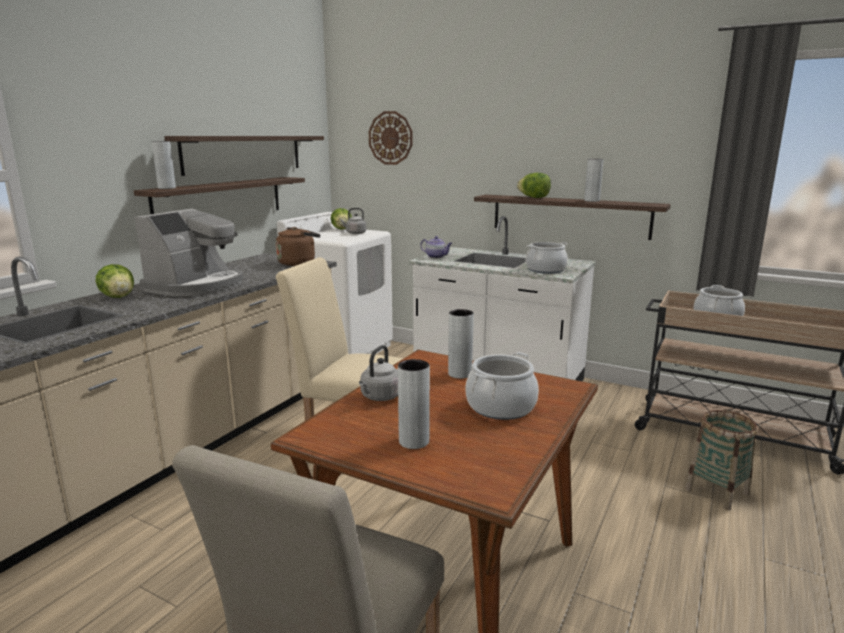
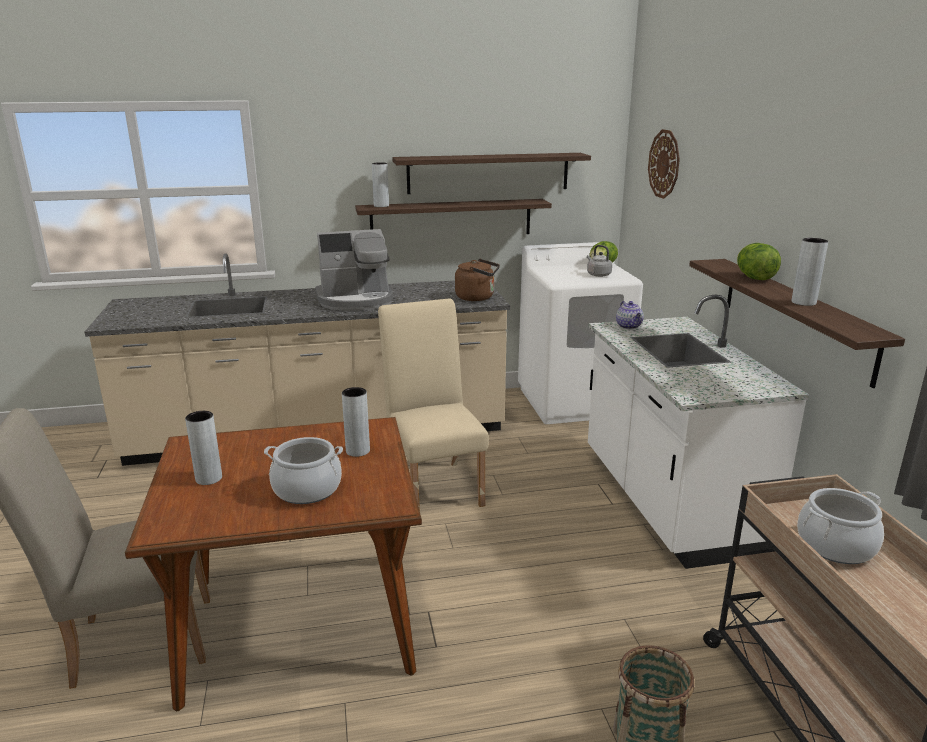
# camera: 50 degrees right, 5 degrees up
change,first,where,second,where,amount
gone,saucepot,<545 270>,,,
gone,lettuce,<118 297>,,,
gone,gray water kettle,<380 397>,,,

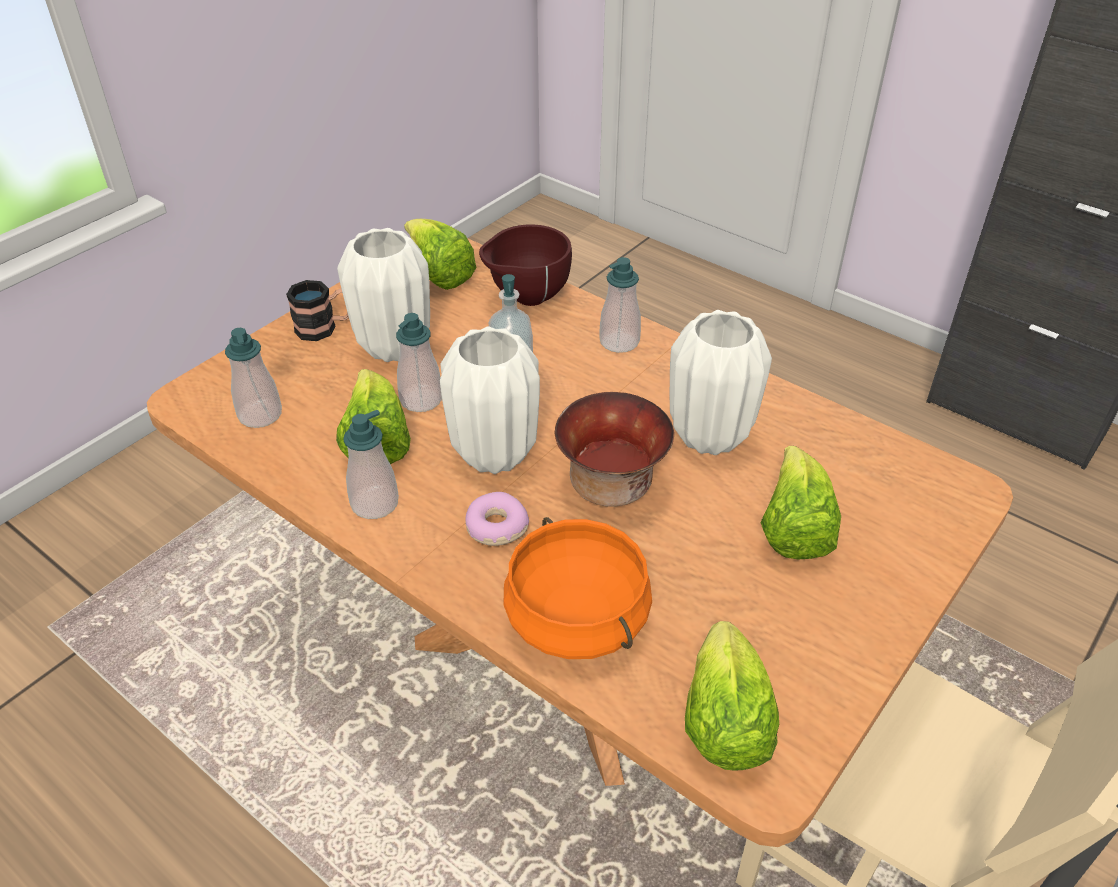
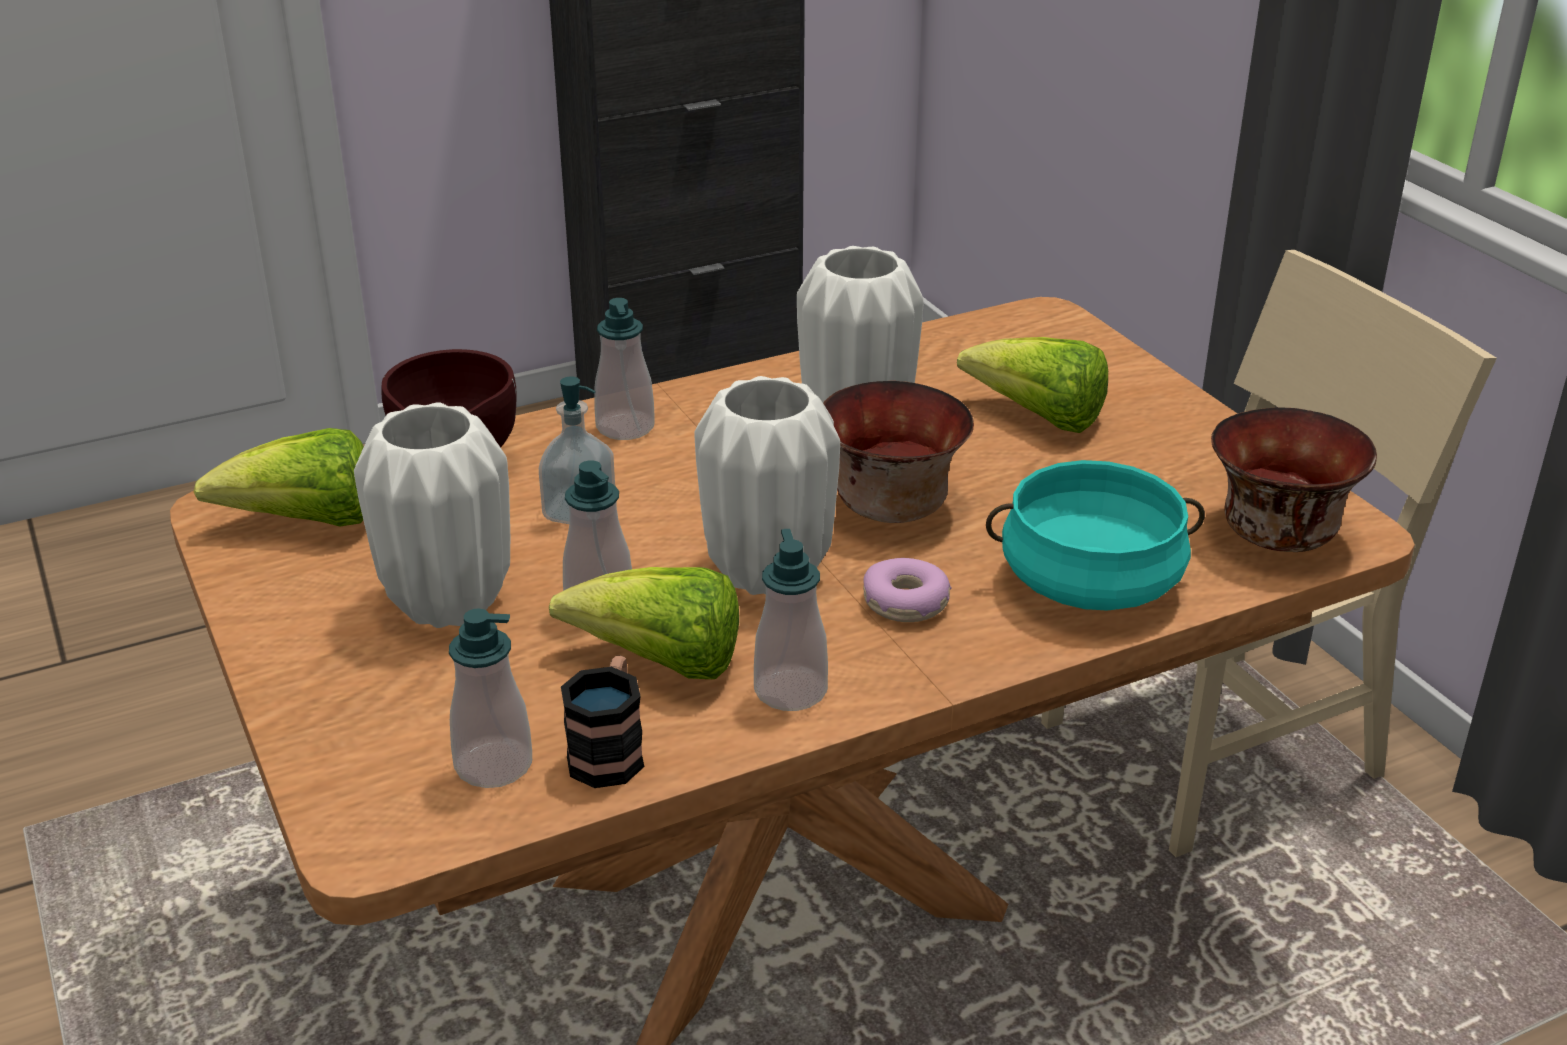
# camera: 65 degrees left, 10 degrees down
change,first,where,second,where,amount
shifted,mug,<324 327>,,<610 750>,
repainted,orange saucepot,<578 617>,turquoise-coloured saucepot,<1091 582>,
swapped,lettuce,<724 724>,deep dish,<1278 535>,

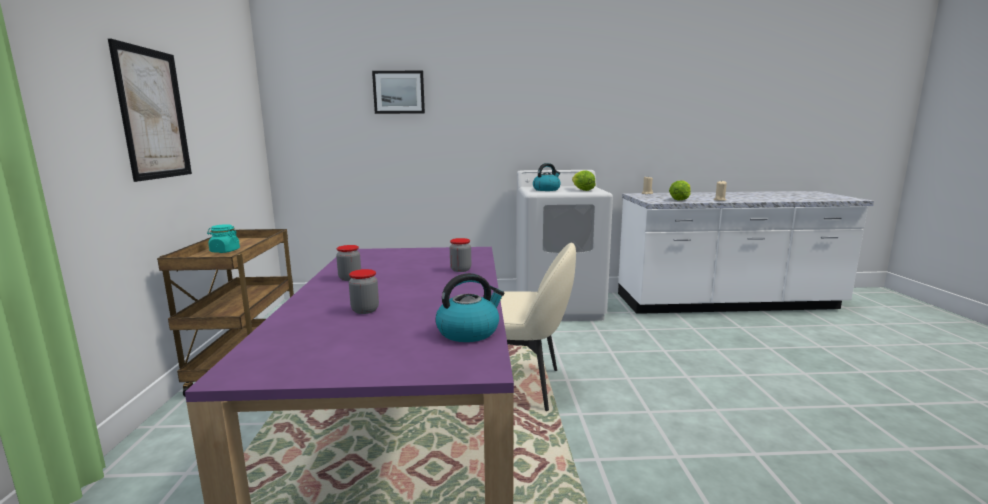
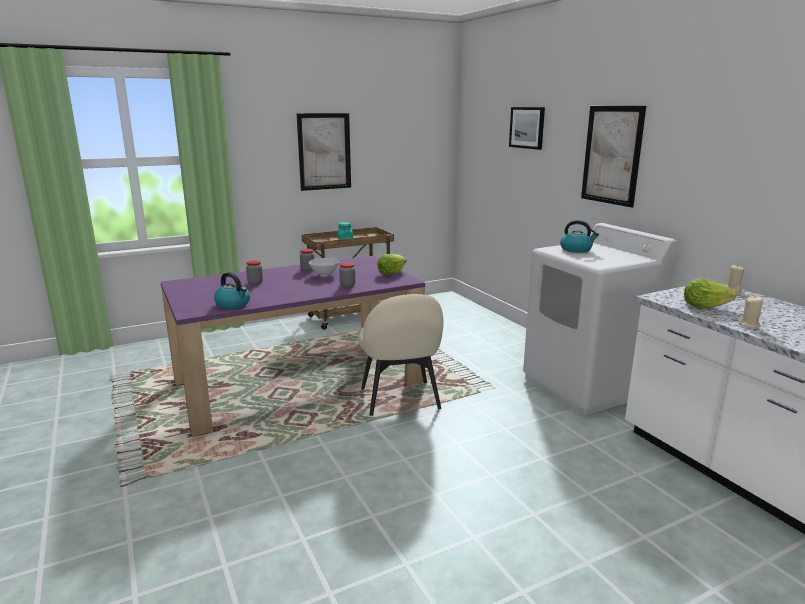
# camera: 65 degrees right, 5 degrees up
change,first,where,second,where,amount
shifted,lettuce,<582 190>,,<391 273>,
new,,,wall art,<612 155>,
new,,,white-coloured deep dish,<324 275>,

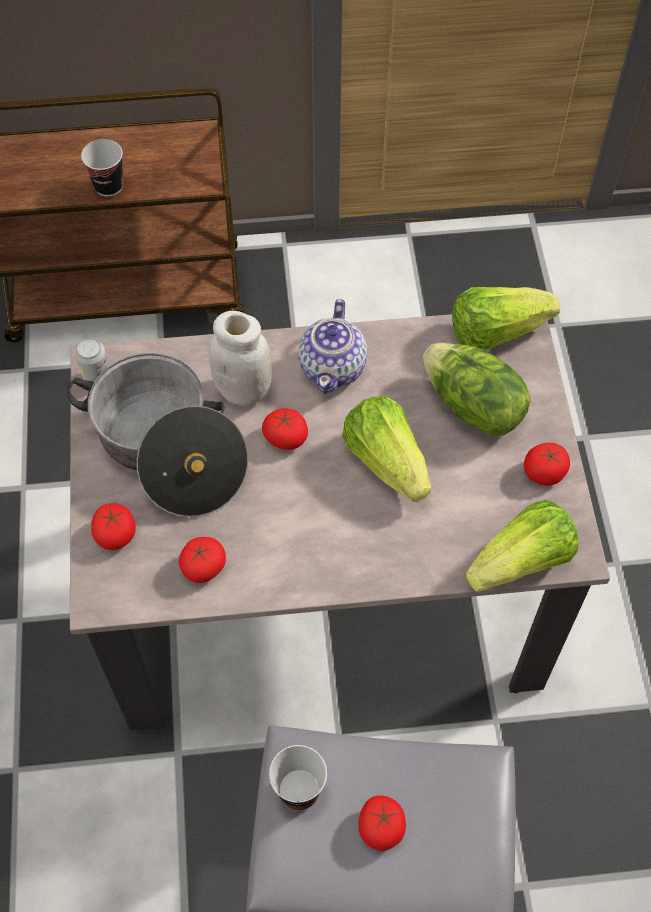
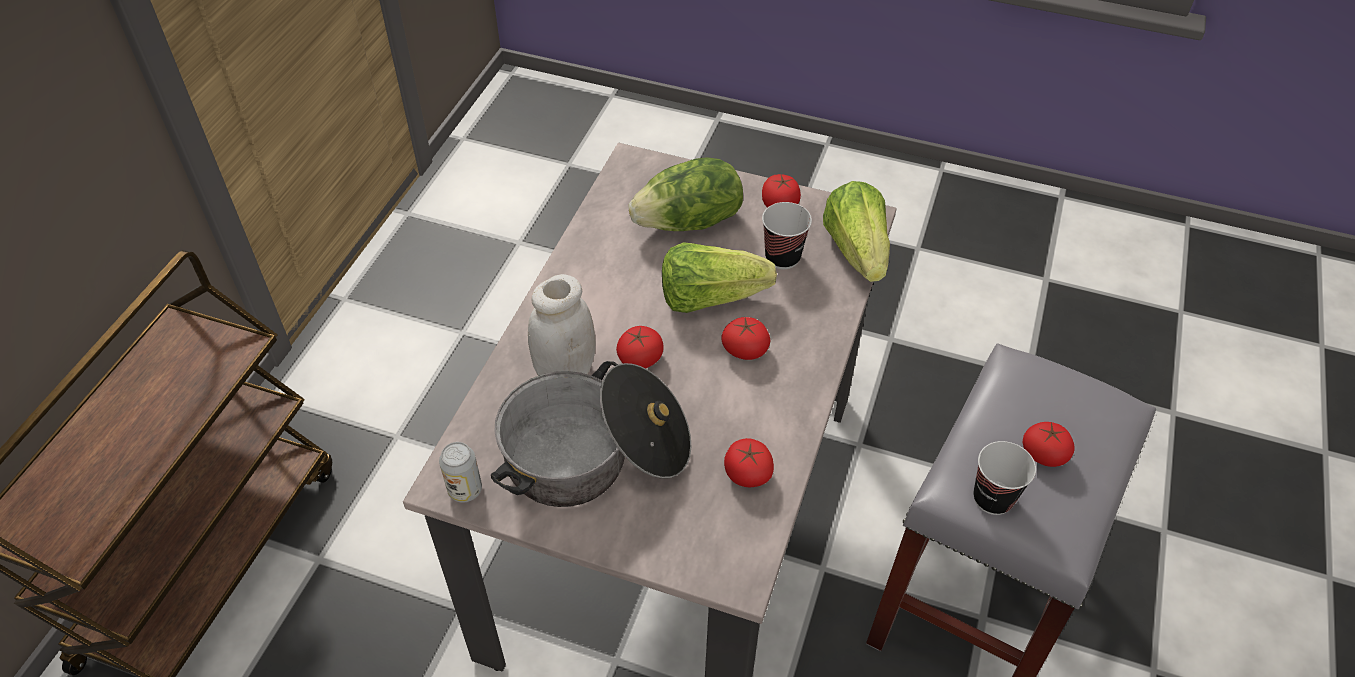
# camera: 65 degrees left, 10 degrees down
change,first,where,second,where,amount
shifted,small cup,<108 186>,,<782 257>,
gone,lettuce,<495 332>,,,
gone,teapot,<333 367>,,,
shifted,tomato,<115 534>,,<745 349>,

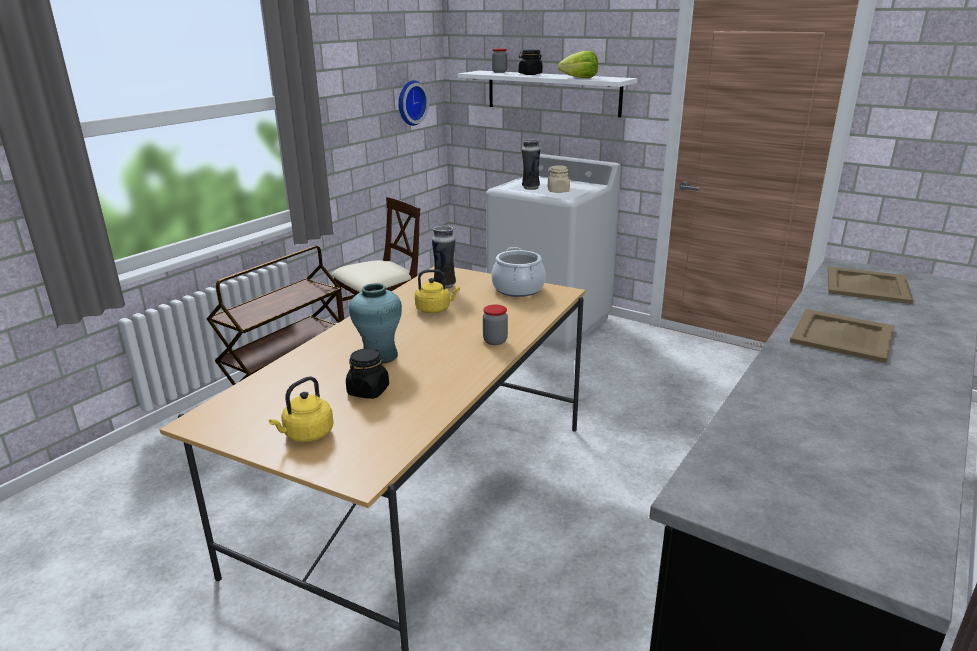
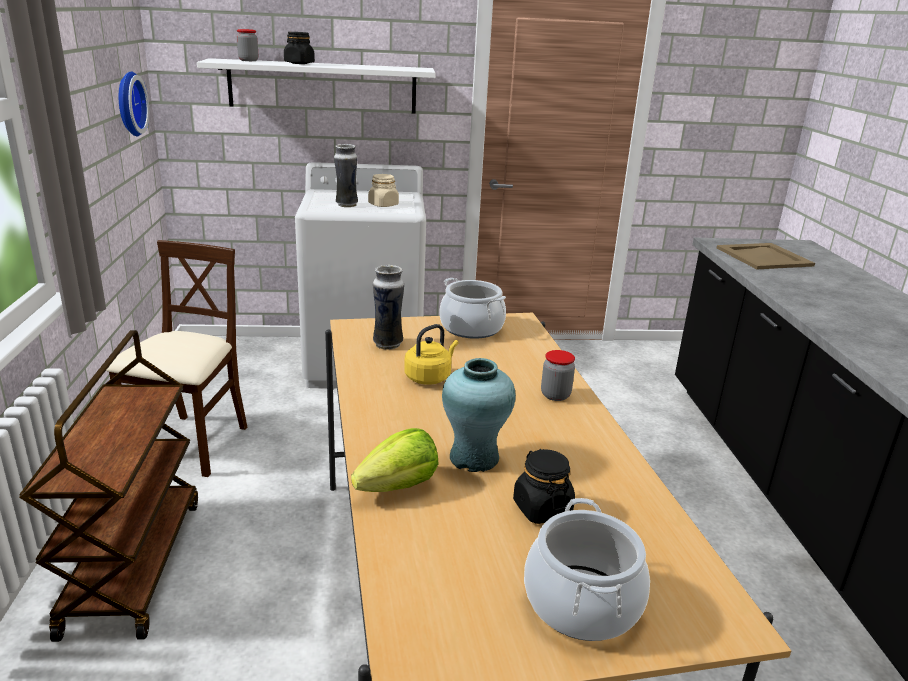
# camera: 40 degrees left, 0 degrees up
change,first,where,second,where,amount
shifted,lettuce,<580 78>,,<398 486>,
gone,beige-coloured carrying tray,<843 336>,,,
swapped,yellowish water kettle,<306 435>,saucepot,<582 602>,

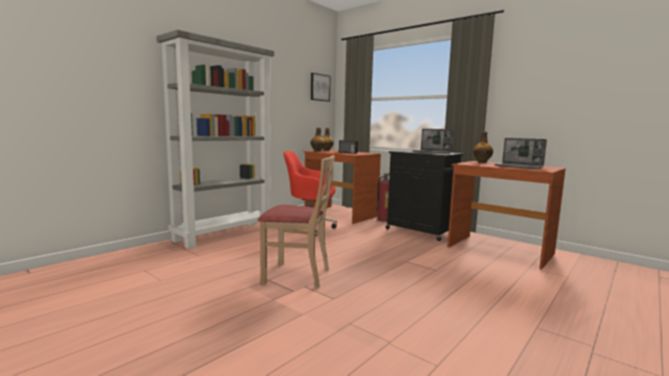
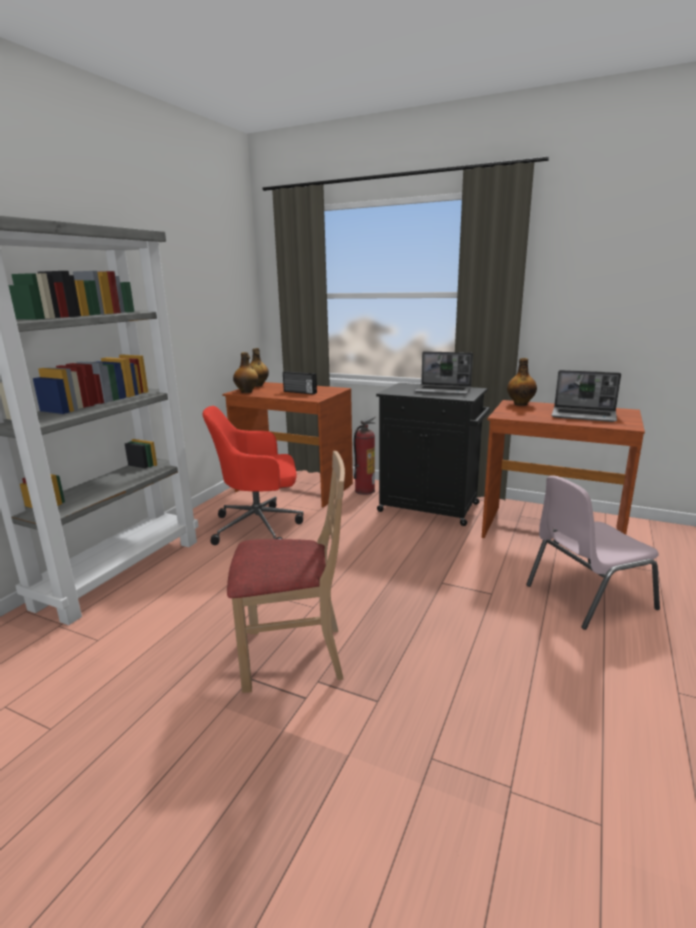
# camera: 15 degrees left, 10 degrees up
change,first,where,second,where,amount
gone,wall art,<319 87>,,,
new,,,pink-coloured plain chair,<586 596>,

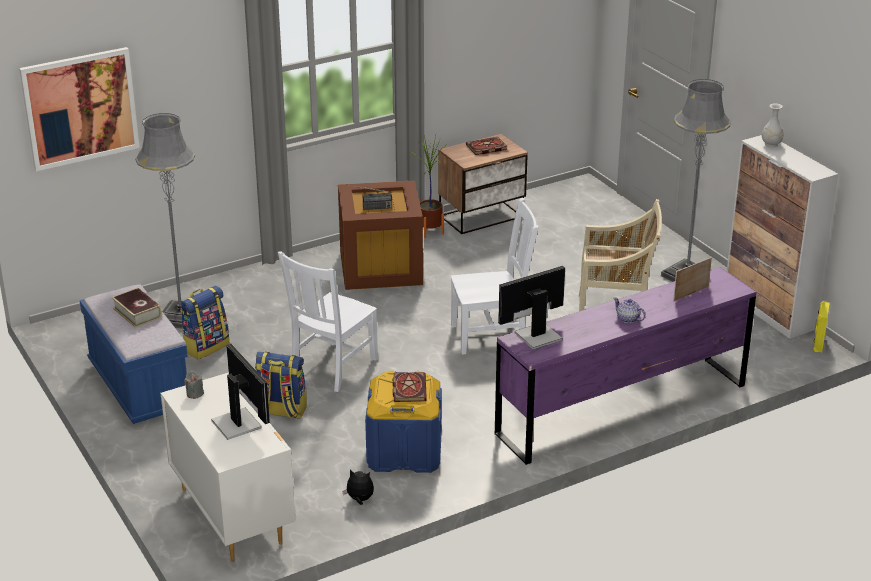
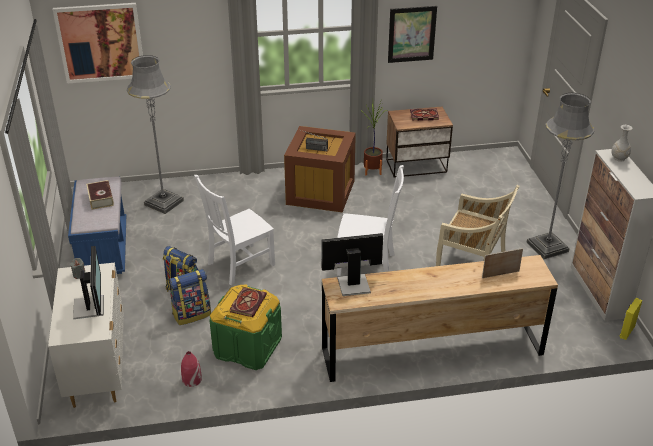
# camera: 20 degrees right, 5 degrees up
change,first,where,second,where,amount
repainted,purplish drawer chest,<622 409>,brownish drawer chest,<432 351>,
shifted,backpack,<206 346>,,<192 314>,
gone,teapot,<628 319>,,,
repainted,blue-coloured storage bin,<404 452>,green storage bin,<247 347>,
swapped,soft toy,<359 500>,reddish flower vase,<191 379>,
new,,,wall art,<411 34>,

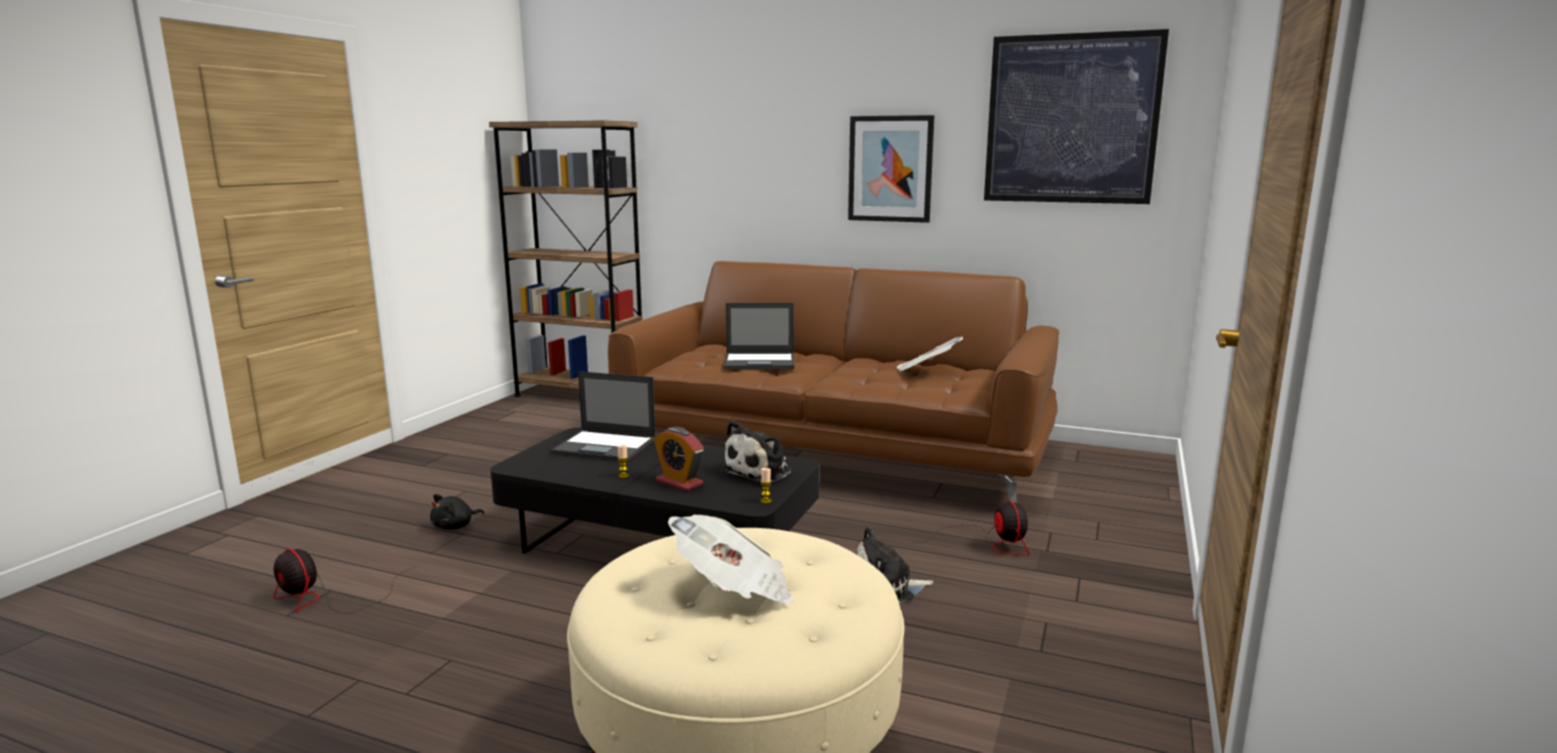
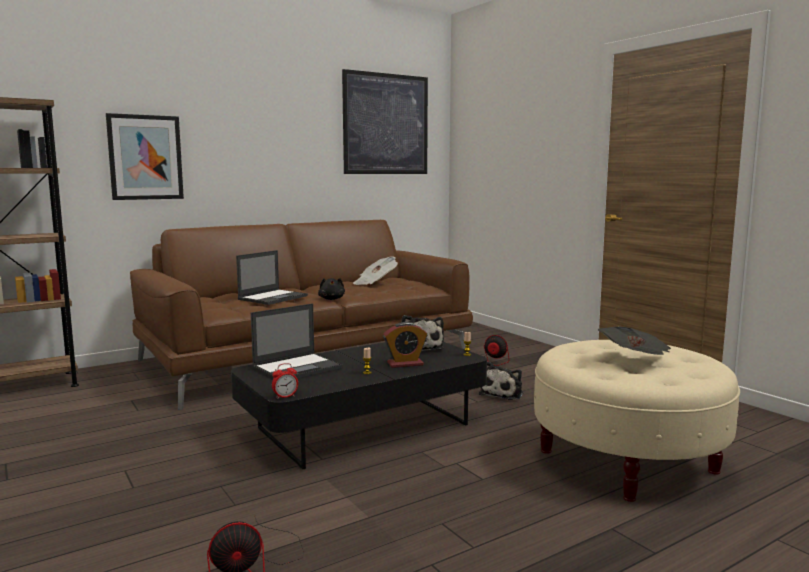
# camera: 55 degrees left, 5 degrees down
change,first,where,second,where,amount
shifted,wall art,<890 169>,,<145 157>,
shifted,blackish soft toy,<455 526>,,<331 299>,
new,,,alarm clock,<285 397>,

